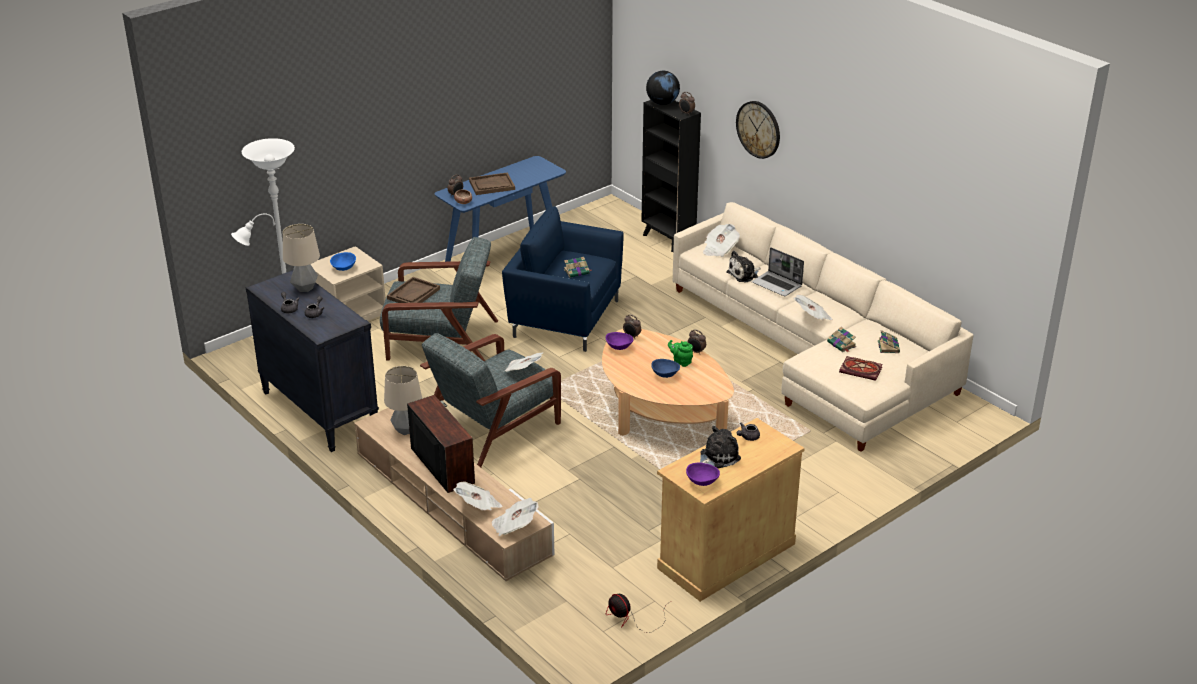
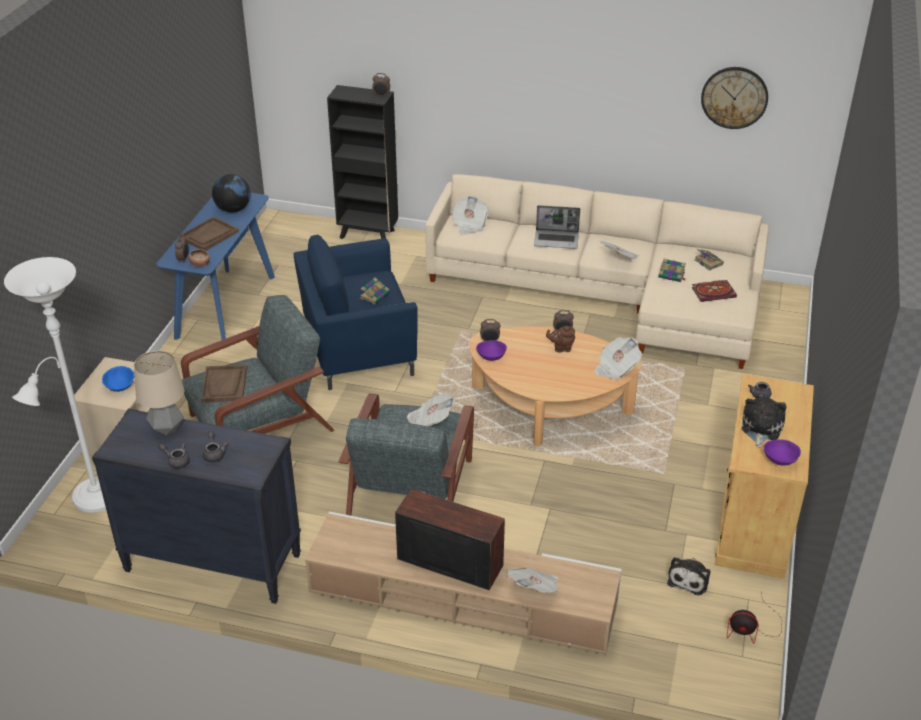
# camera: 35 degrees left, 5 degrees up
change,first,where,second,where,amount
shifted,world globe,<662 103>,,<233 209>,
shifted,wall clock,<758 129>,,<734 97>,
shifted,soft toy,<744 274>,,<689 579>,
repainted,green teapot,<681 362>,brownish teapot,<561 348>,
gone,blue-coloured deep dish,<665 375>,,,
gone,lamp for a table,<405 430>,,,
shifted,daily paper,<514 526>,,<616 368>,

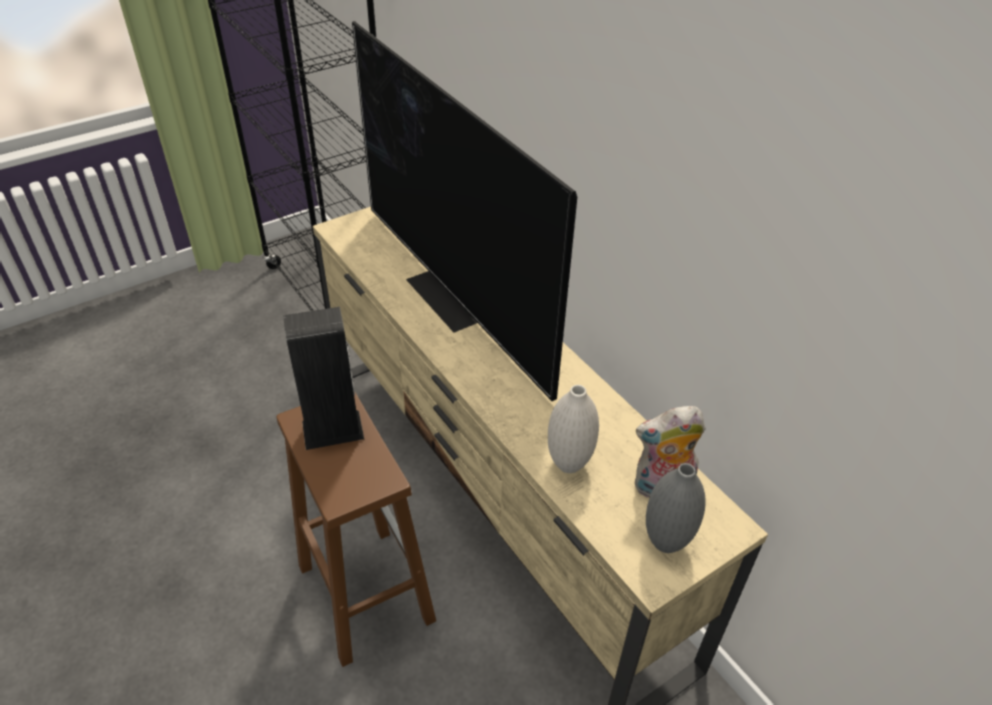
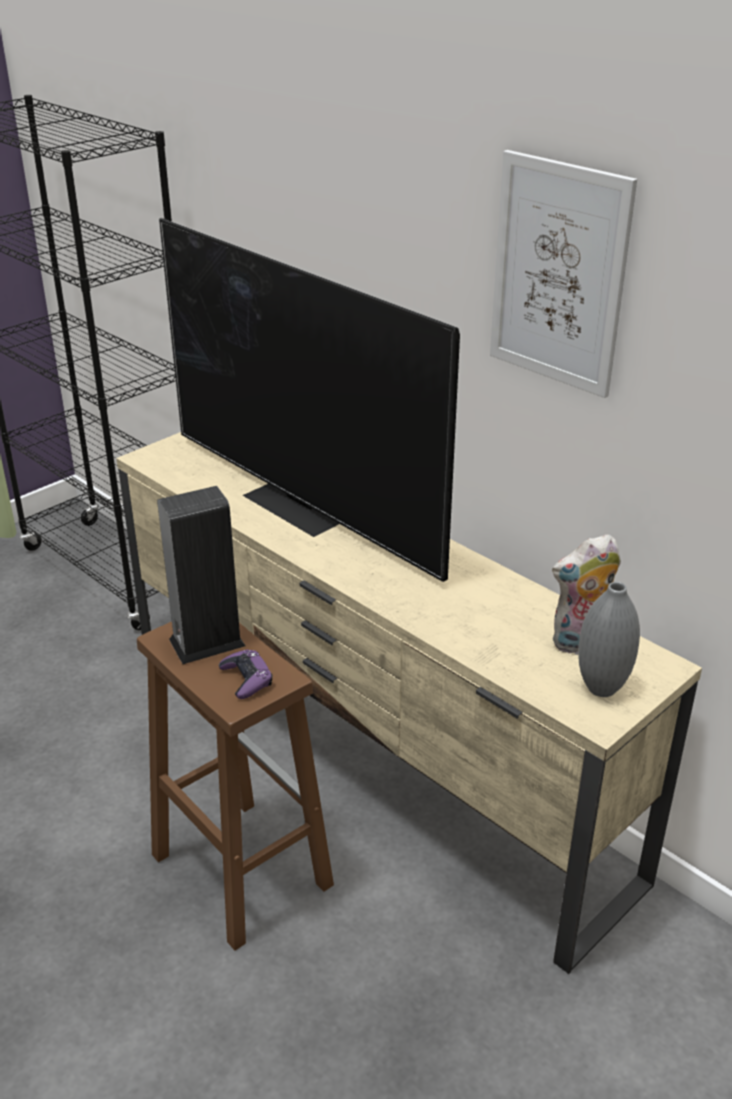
# camera: 10 degrees left, 10 degrees down
change,first,where,second,where,amount
gone,white-coloured flower vase,<568 464>,,,
new,,,wall art,<558 274>,
new,,,purplish gamepad,<246 679>,

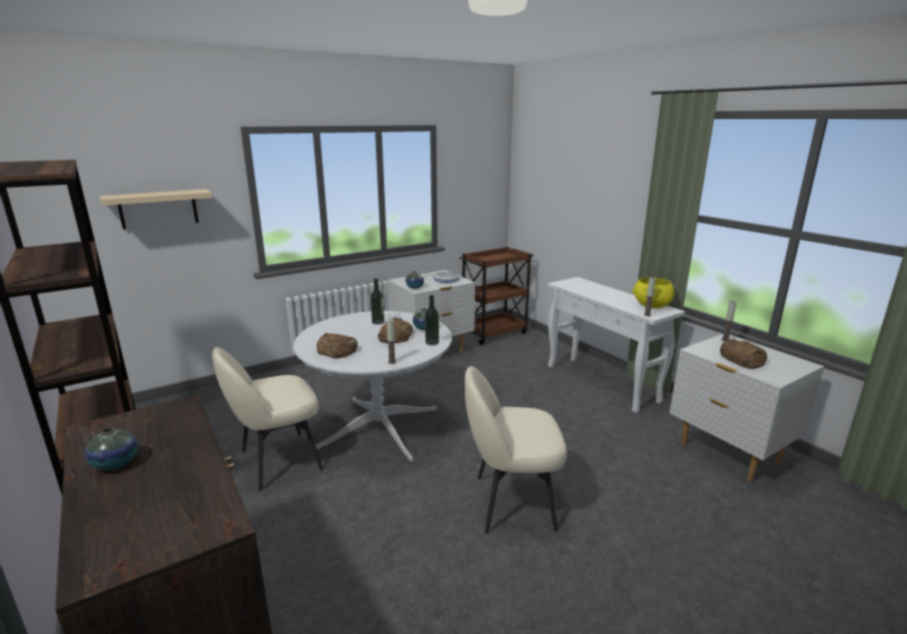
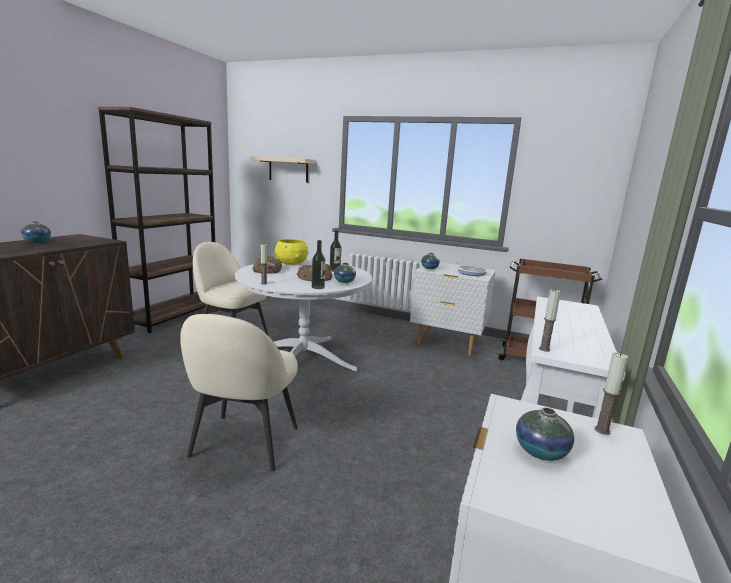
# camera: 55 degrees right, 5 degrees down
change,first,where,second,where,amount
shifted,yellowish deep dish,<651 306>,,<291 263>,
swapped,baked bread,<742 359>,flower vase,<540 451>,
rotated,beige-coloured plain chair,<511 502>,,<244 443>,135 degrees counterclockwise

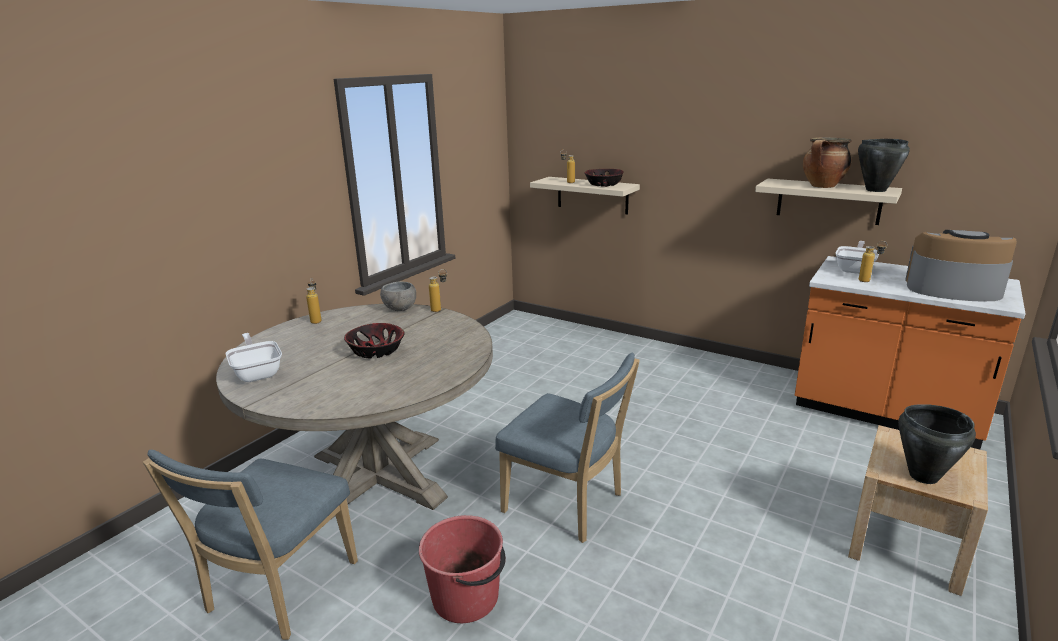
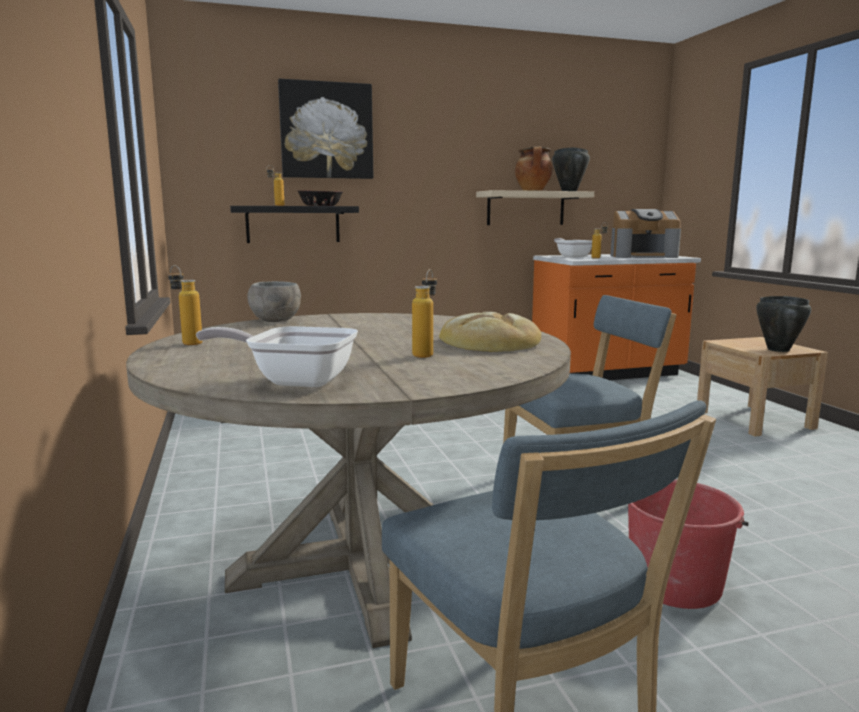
# camera: 50 degrees left, 10 degrees down
change,first,where,second,where,amount
repainted,beige-coloured shelf,<592 195>,blackish shelf,<293 224>,
rotated,coffee machine,<951 289>,,<643 256>,150 degrees counterclockwise
shifted,beverage bottle,<440 309>,,<425 354>,
gone,deep dish,<377 351>,,,
new,,,wall art,<326 131>,
new,,,baked bread,<490 342>,

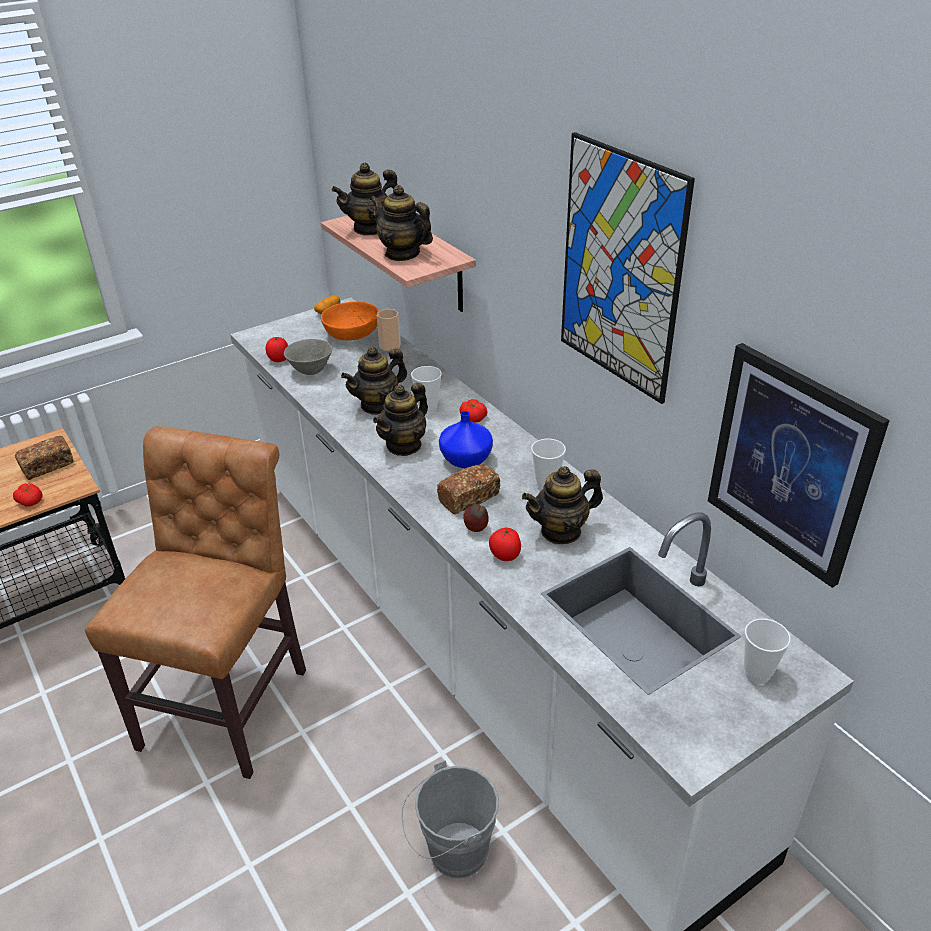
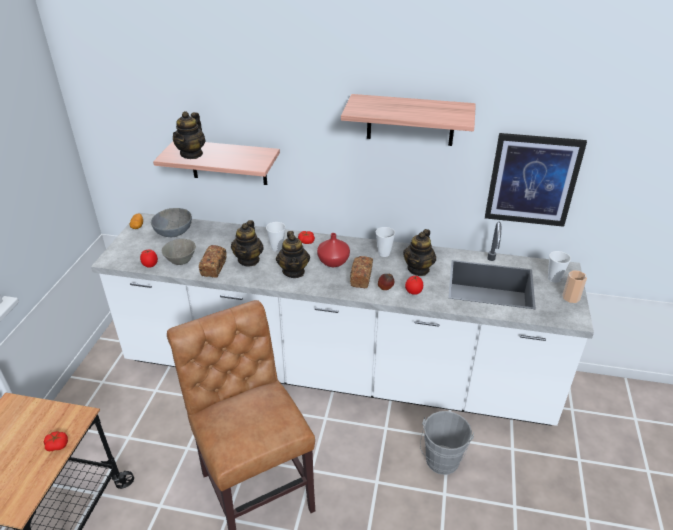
# camera: 45 degrees left, 0 degrees up
change,first,where,second,where,amount
swapped,wall art,<620 269>,shelf,<410 120>,
gone,teapot,<402 254>,,,
repainted,orange deep dish,<351 334>,gray deep dish,<173 232>,
shifted,small cup,<390 346>,,<571 297>,
repainted,blue-coloured flower vase,<467 459>,reddish flower vase,<334 261>,
shifted,baked bread,<47 466>,,<214 267>,

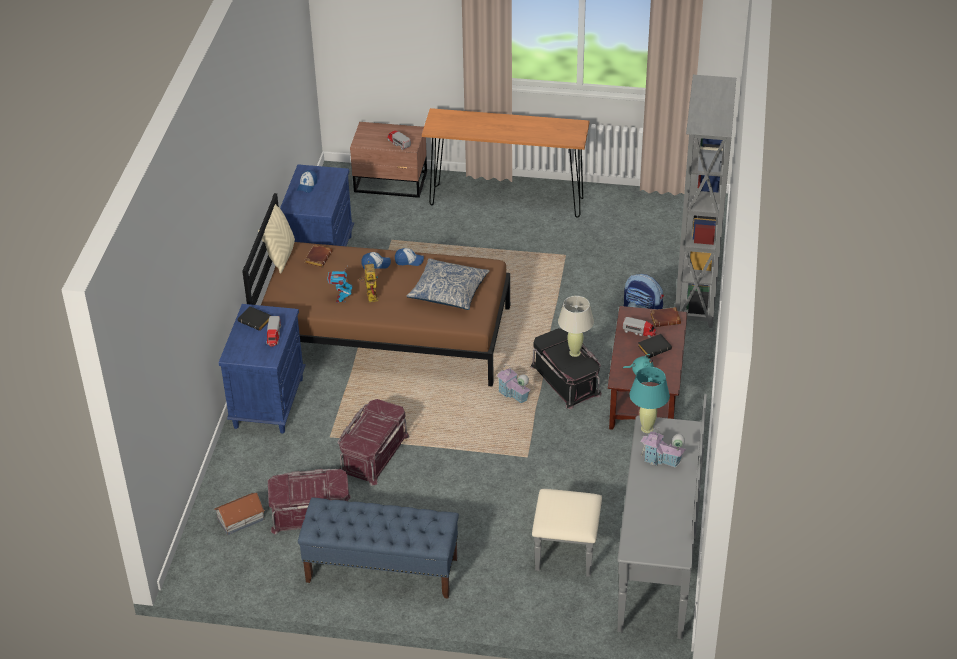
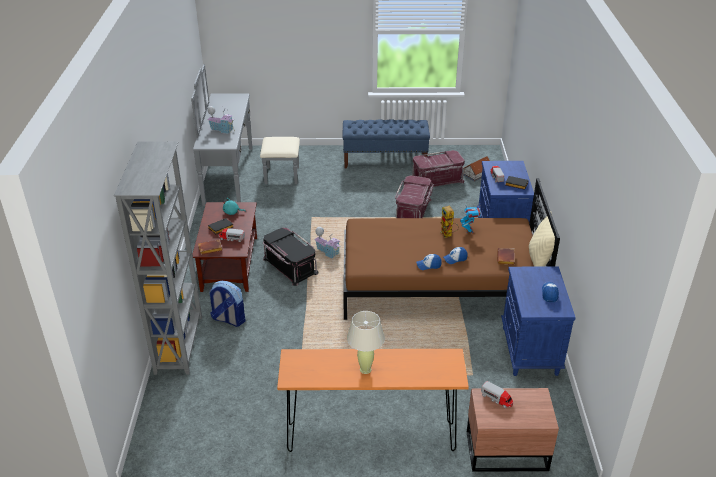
# camera: 170 degrees right, 5 degrees down
change,first,where,second,where,amount
gone,throw pillow,<448 291>,,,
shifted,beige-coloured lamp for a table,<575 353>,,<365 369>,
gone,turquoise-coloured lamp for a table,<646 428>,,,

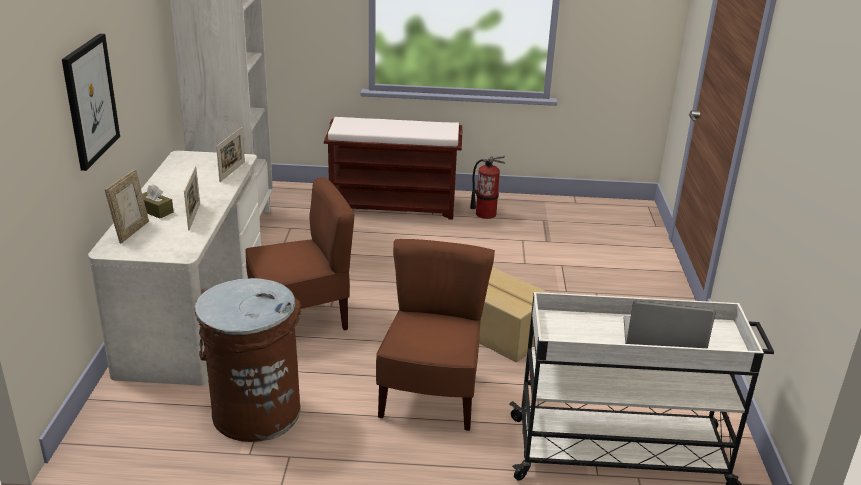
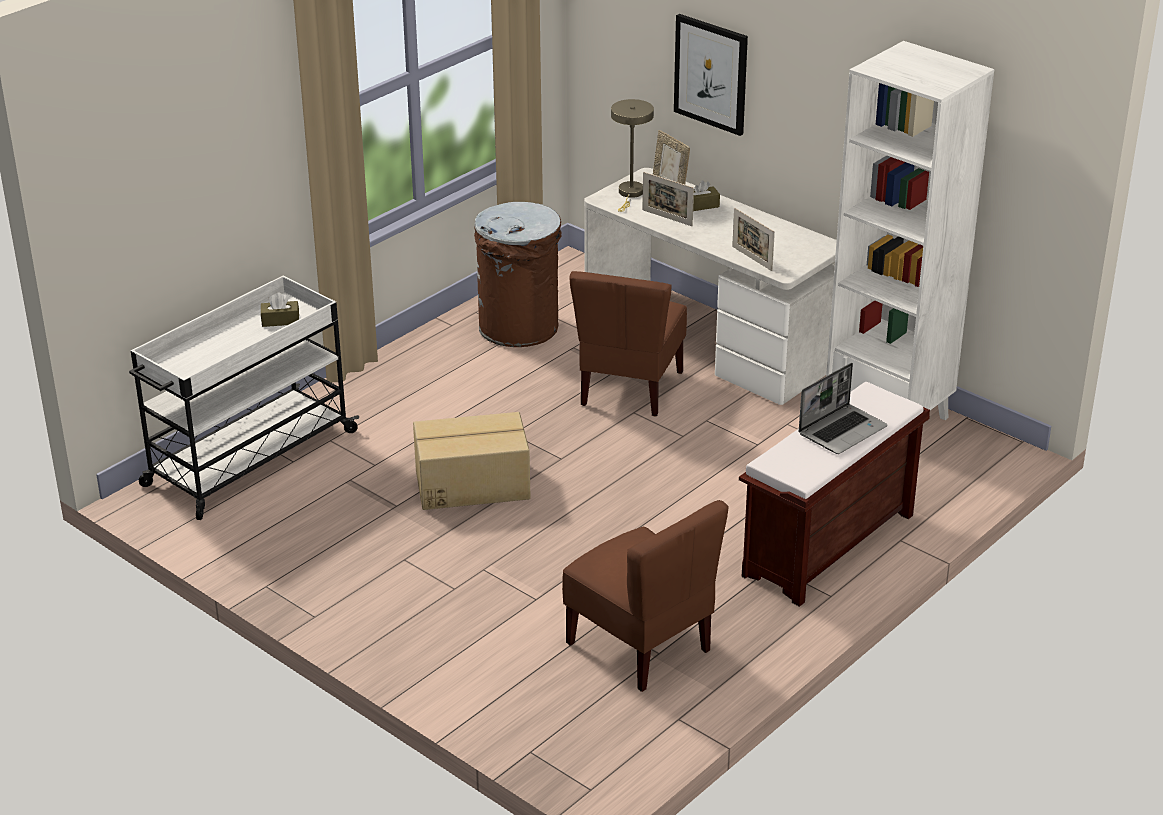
# camera: 130 degrees right, 5 degrees up
change,first,where,second,where,amount
gone,fire-fighting cylinder,<485 214>,,,
shifted,brownish plain chair,<431 396>,,<641 646>,
shifted,portable computer,<661 338>,,<842 430>,
new,,,beige-coloured lamp for a table,<630 194>,
new,,,brownish tissue holder,<280 320>,

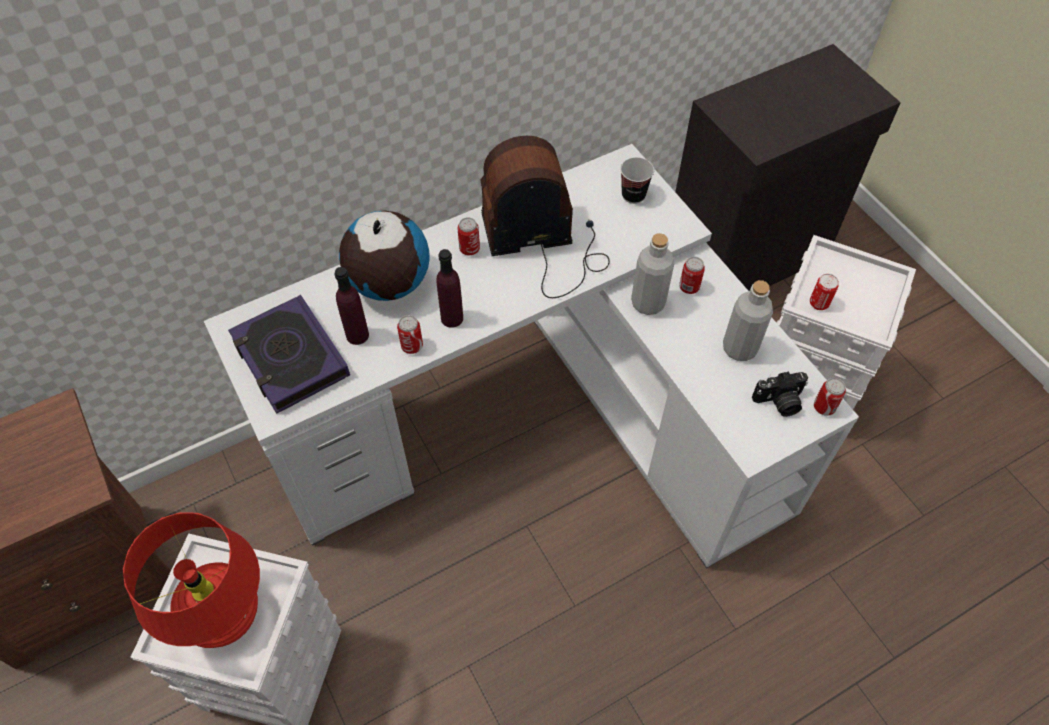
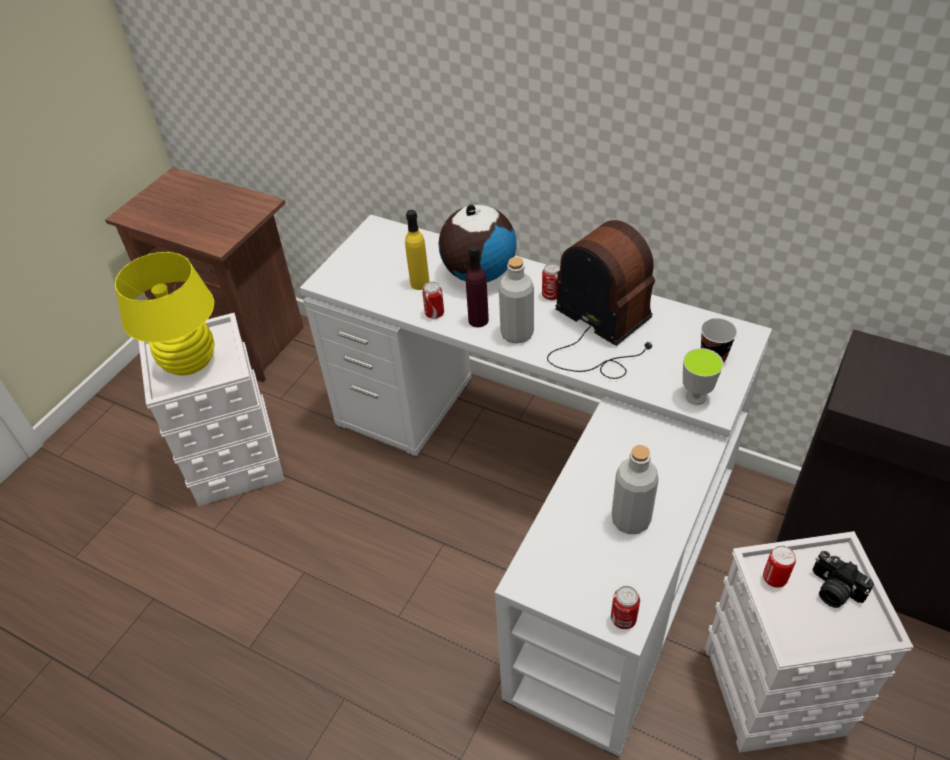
# camera: 60 degrees right, 10 degrees down
change,first,where,second,where,amount
shifted,gray beverage bottle,<648 303>,,<517 334>,
gone,can,<689 287>,,,
repainted,purplish beverage bottle,<357 335>,yellowish beverage bottle,<420 283>,
gone,bound book,<290 358>,,,
shifted,photo camera,<779 402>,,<833 590>,
repainted,reddish lamp for a table,<224 616>,yellowish lamp for a table,<190 363>,
new,,,small cup,<696 397>,

